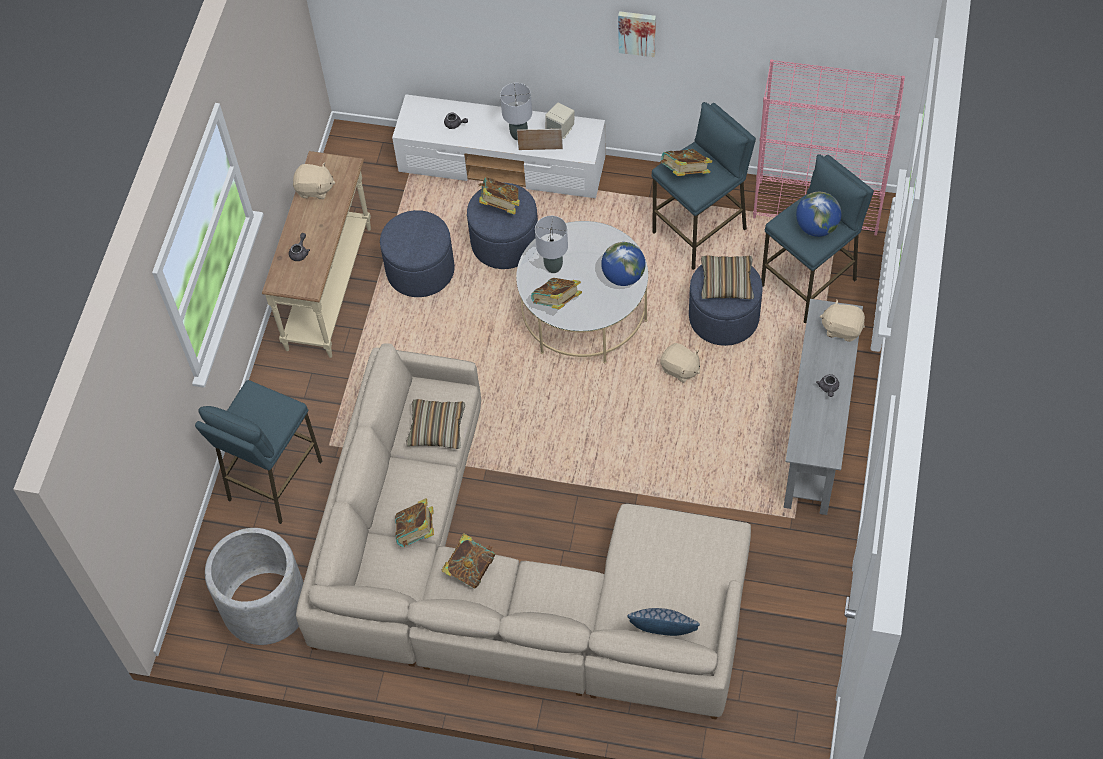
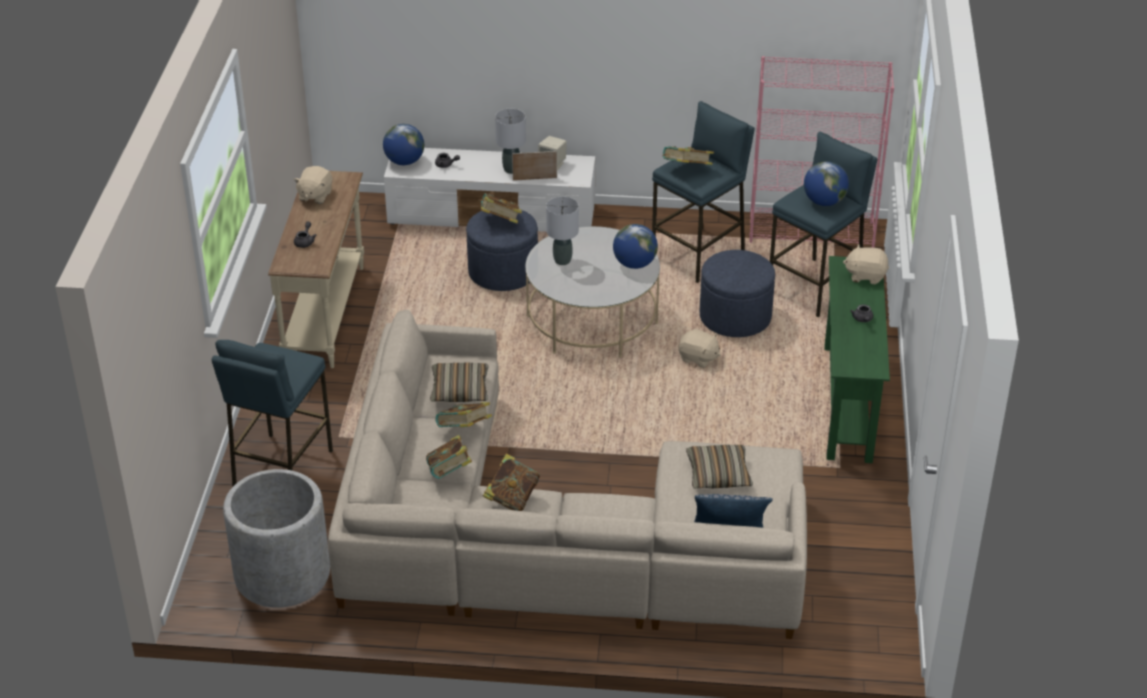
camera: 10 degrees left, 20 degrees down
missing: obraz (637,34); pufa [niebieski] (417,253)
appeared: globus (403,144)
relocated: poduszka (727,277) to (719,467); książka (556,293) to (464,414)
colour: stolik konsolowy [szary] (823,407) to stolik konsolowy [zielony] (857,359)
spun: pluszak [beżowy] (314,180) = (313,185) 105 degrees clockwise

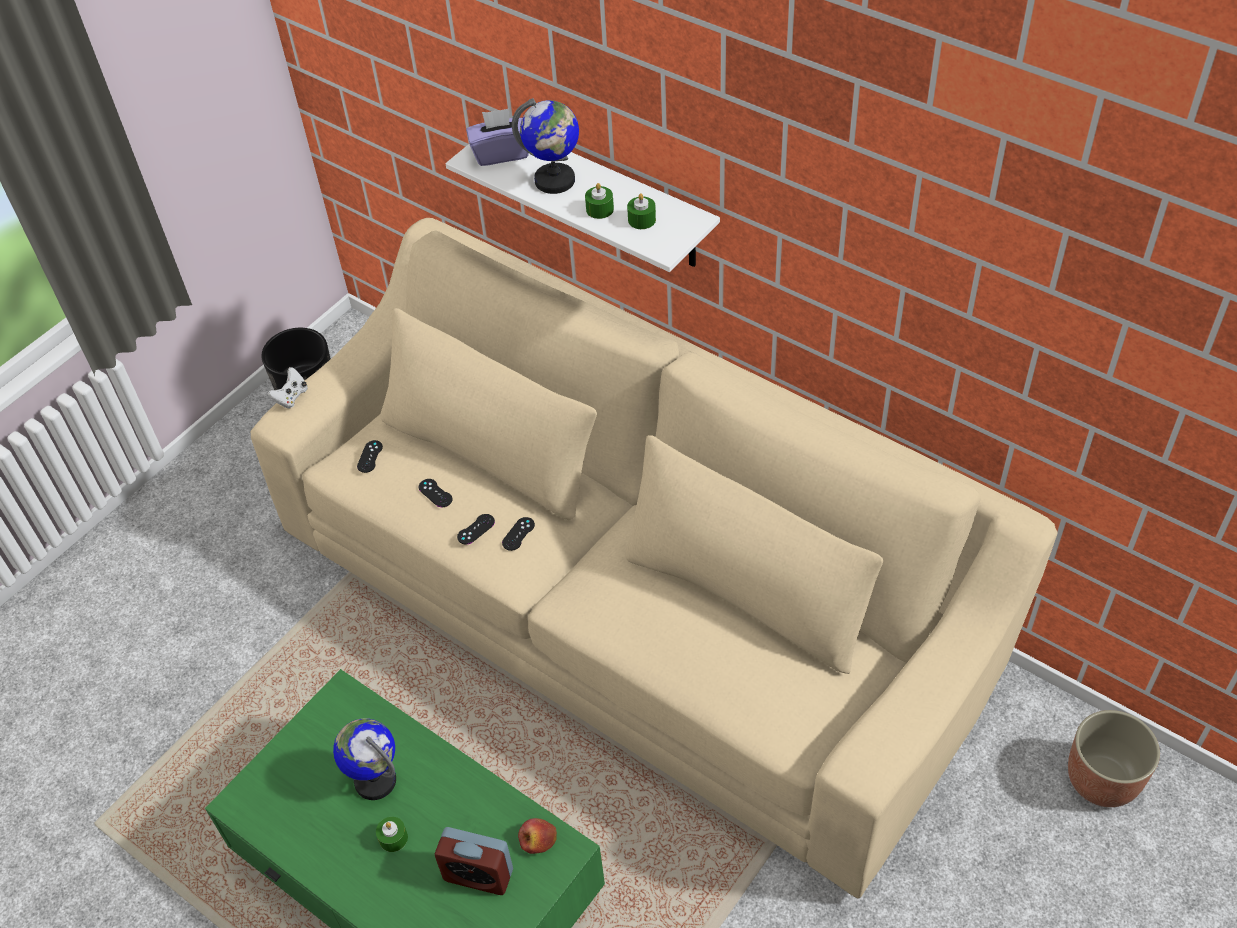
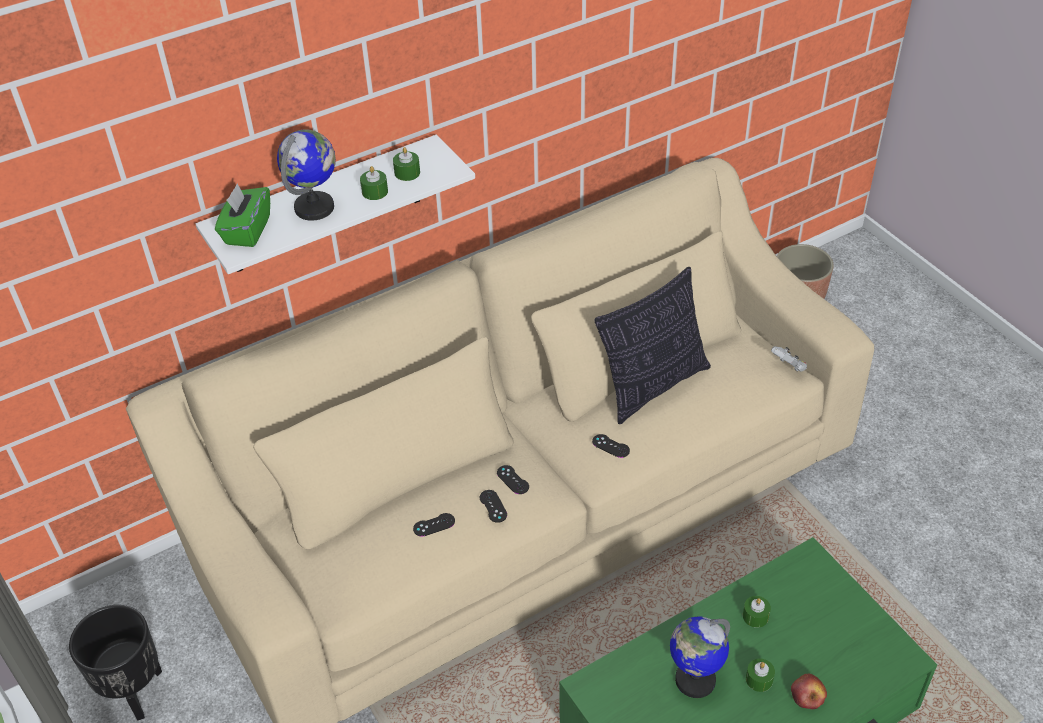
camera: 70 degrees left, 5 degrees down
missing: budzik (474,861)
appeared: poduszka (653,345); świeca [zielony] (757,612)
relocated: pad do gier [biały] (287,388) to (789,359); pad do gier [czarny] (370,456) to (611,446); jabłko (537,836) to (809,692)
colour: pudełko chusteczek [fioletowy] (497,137) to pudełko chusteczek [zielony] (242,215)

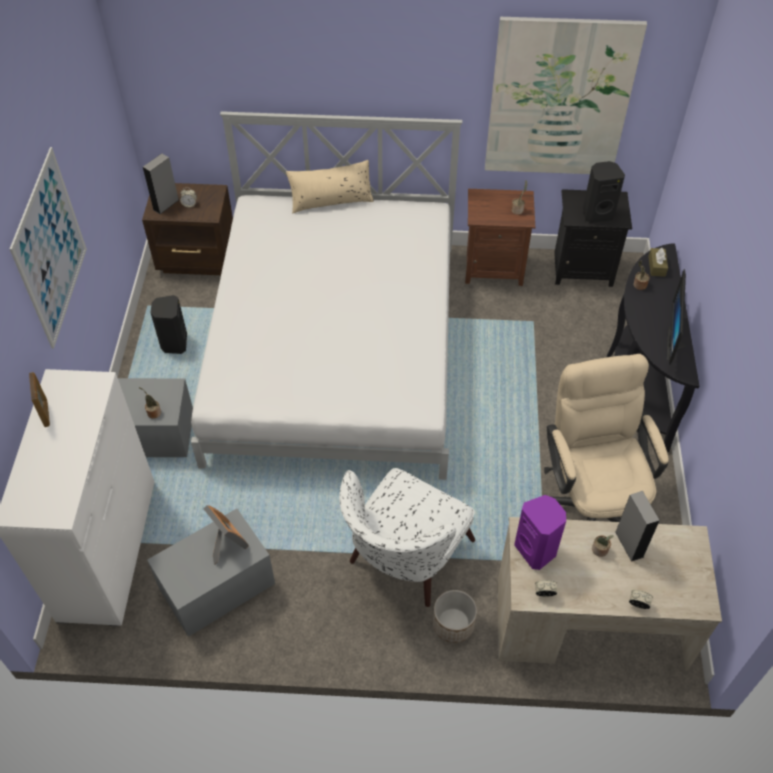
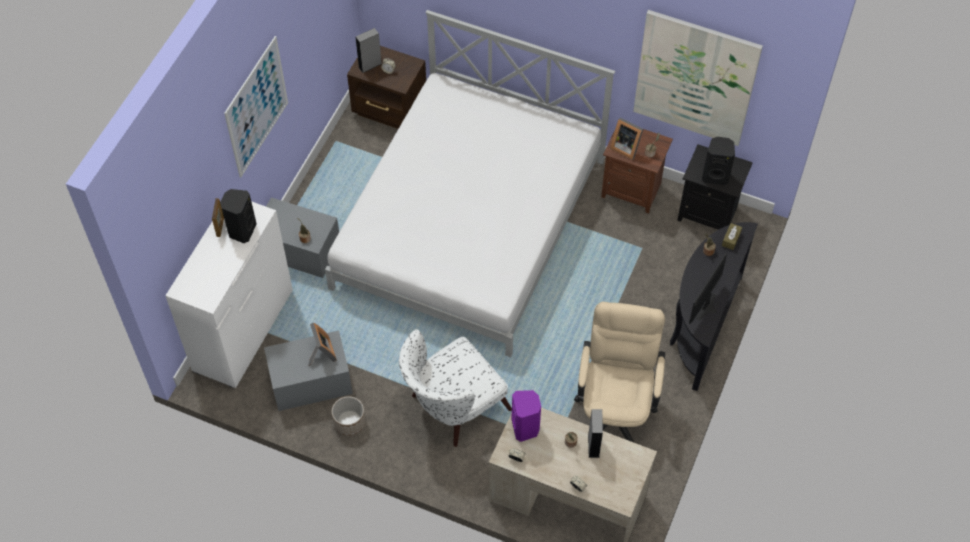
camera: 20 degrees right, 5 degrees up
missing: poduszka [beżowy] (330,186)
appeared: ramka na zdjęcie (626,138)
relocated: głośnik [czarny] (169,324) to (238,216); donica (455,616) to (348,416)

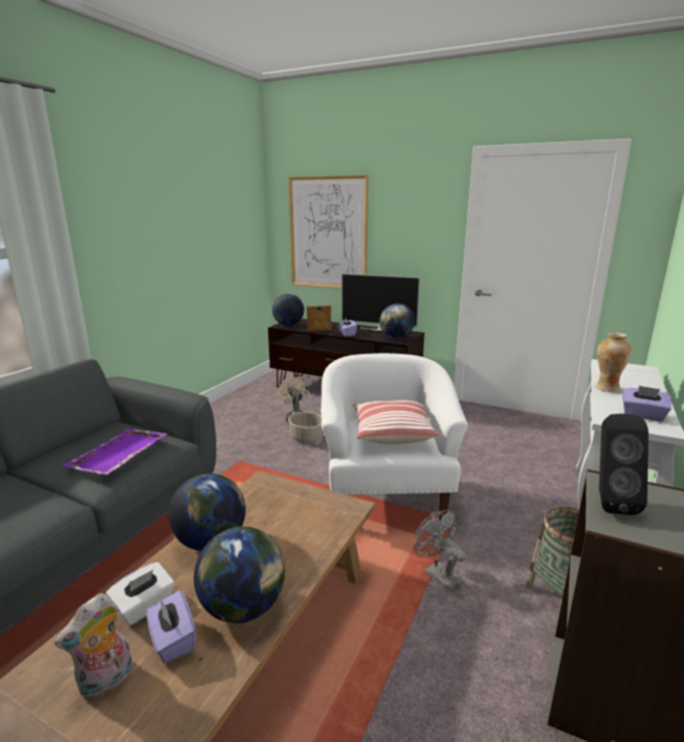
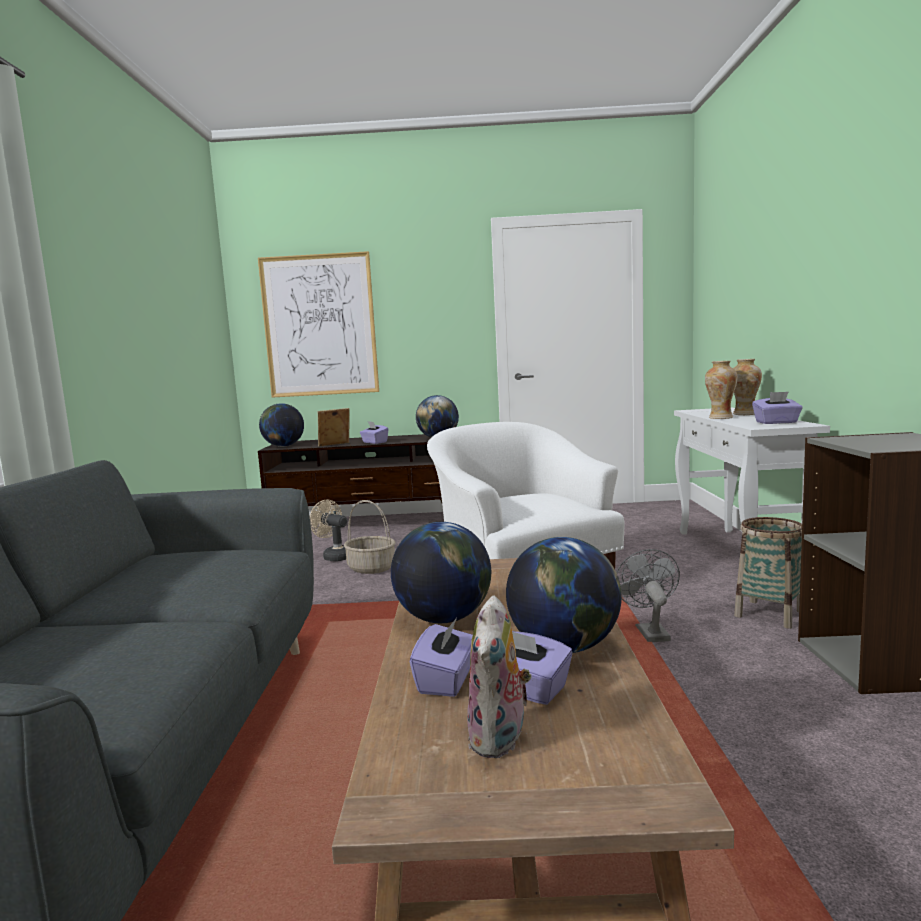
camera: 25 degrees left, 10 degrees down
missing: telewizor (380,302); poduszka (396,422); głośnik [czarny] (624,464); taca [fioletowy] (114,451)
appeared: wazon (747,387)
colour: pudełko chusteczek [biały] (140,594) to pudełko chusteczek [fioletowy] (441,657)
spun: wentylator [szary] (440,550) = (648,595) 60 degrees clockwise

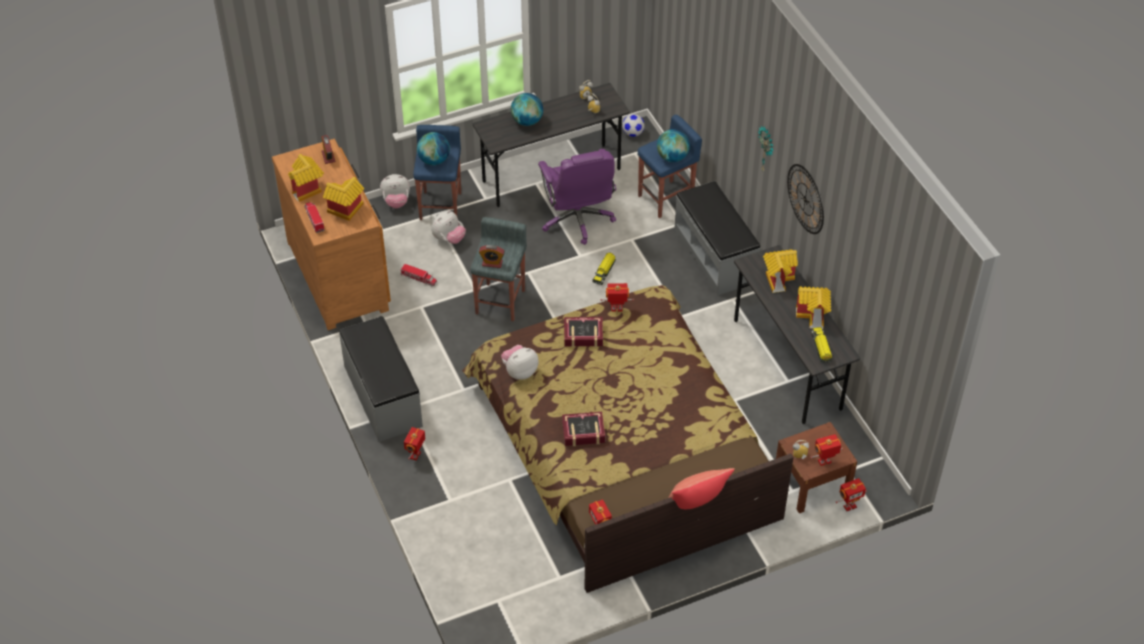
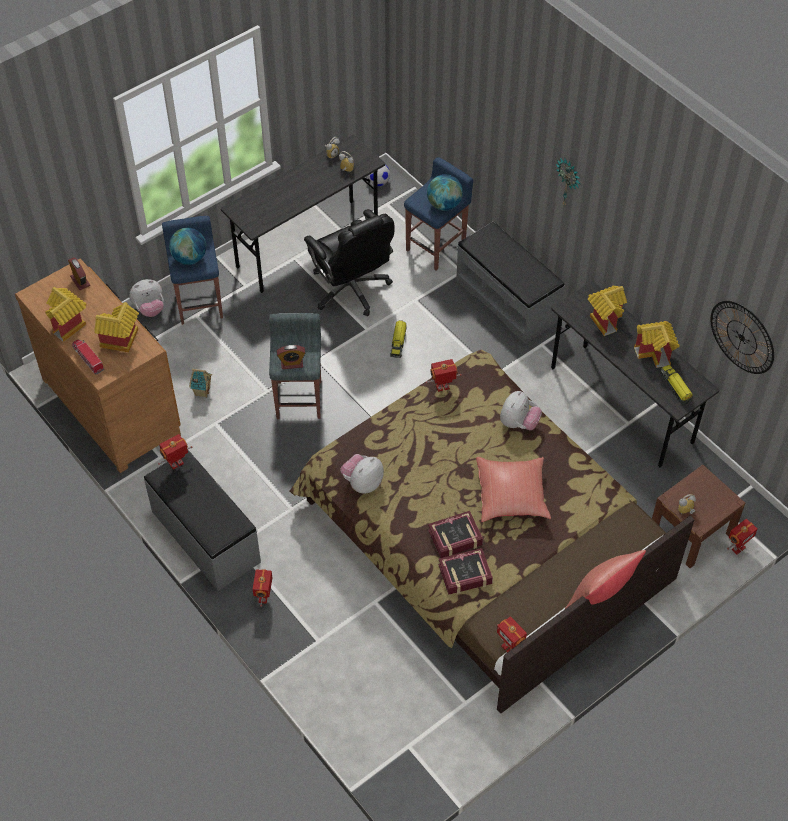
camera: 15 degrees left, 5 degrees up
missing: globus (527,109)
appeared: poduszka [czerwony] (513,489)
relocated: zegar ścienny (805,199) to (742,337); pluszak (449,227) to (521,410); książka (583,332) to (465,571); robot zabawkowy (827,450) to (175,451)
exchanged: ciężarówka zabawkowa (418,275) to domek (200,383)
colour: krzesło biurowe [fioletowy] (577,197) to krzesło biurowe [czarny] (349,262)

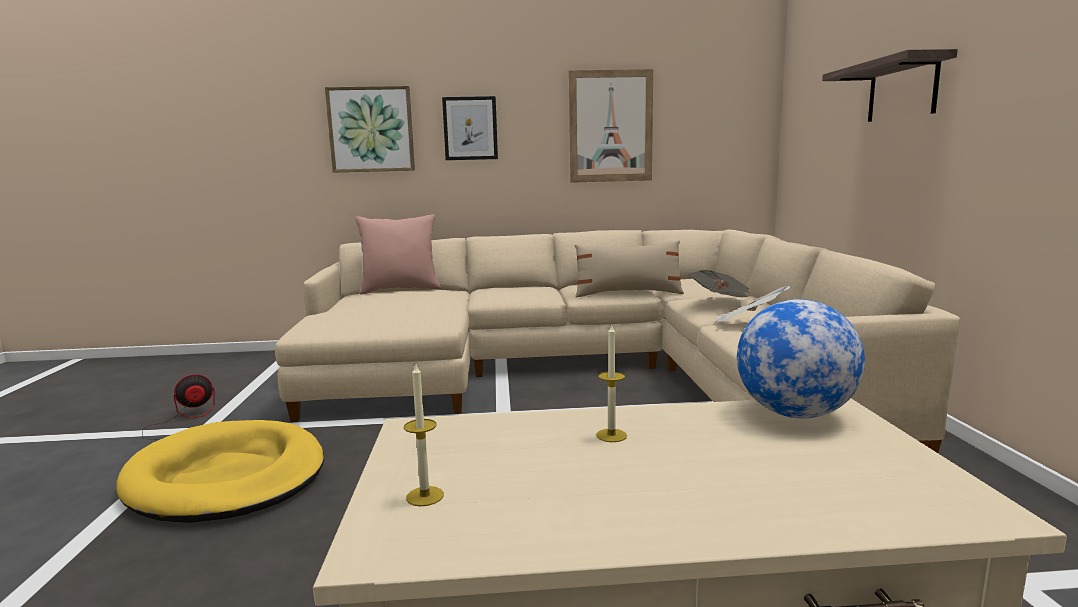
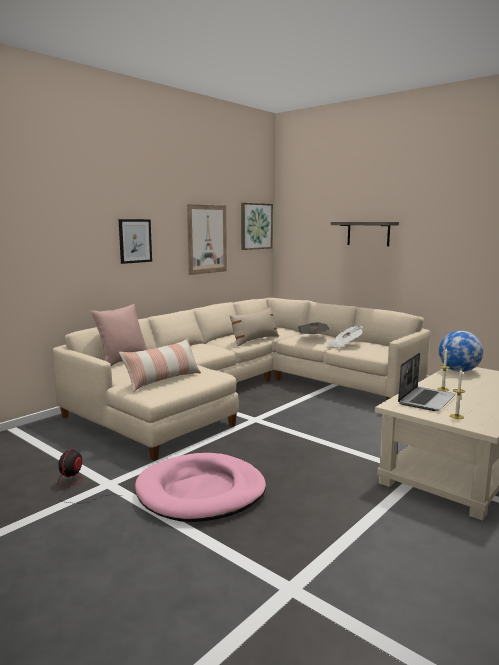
camera: 45 degrees left, 0 degrees up
appeared: poduszka (160,365); laptop (426,381)
relocated: obraz (370,129) to (257,226)
colour: legowisko [żółty] (220,471) to legowisko [różowy] (200,487)

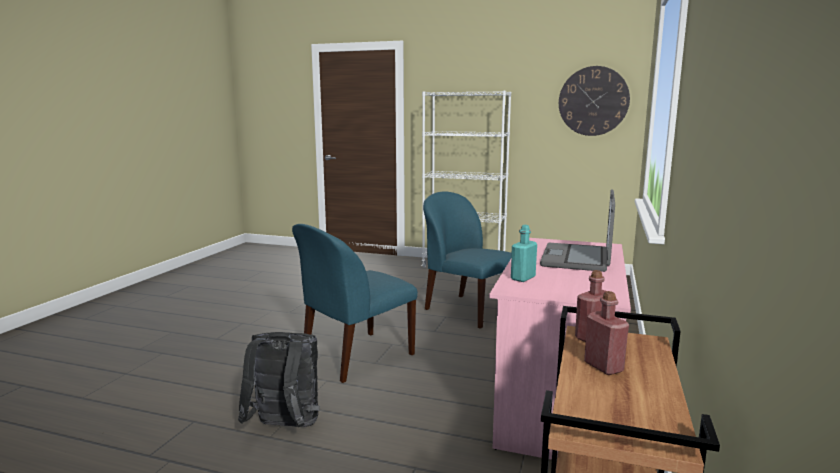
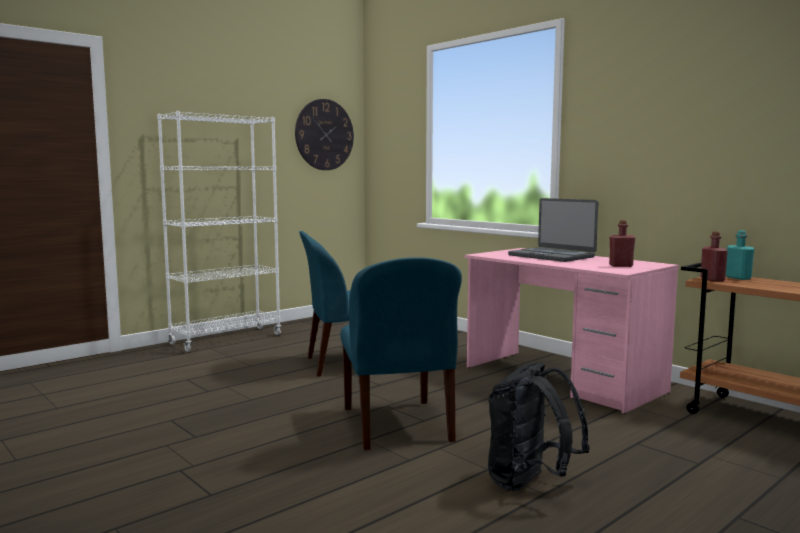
camera: 60 degrees left, 5 degrees down
relocated: butelka [turkusowy] (524,253) to (740,255); butelka [czerwony] (606,333) to (622,243)

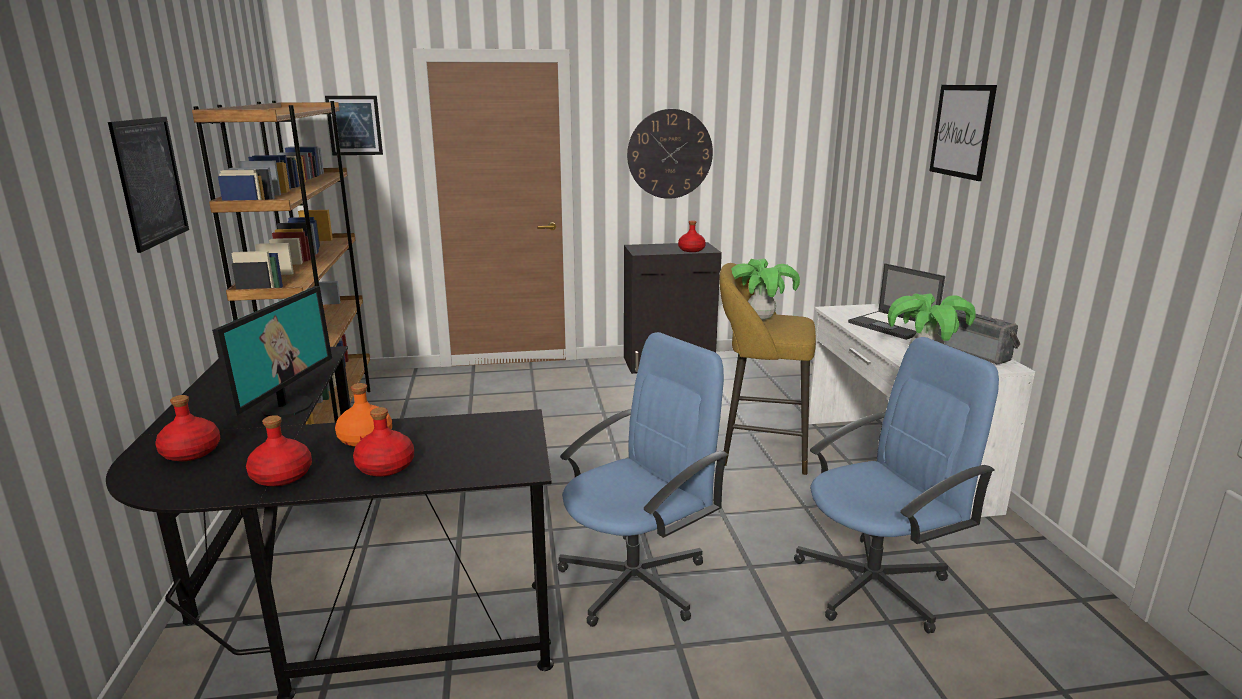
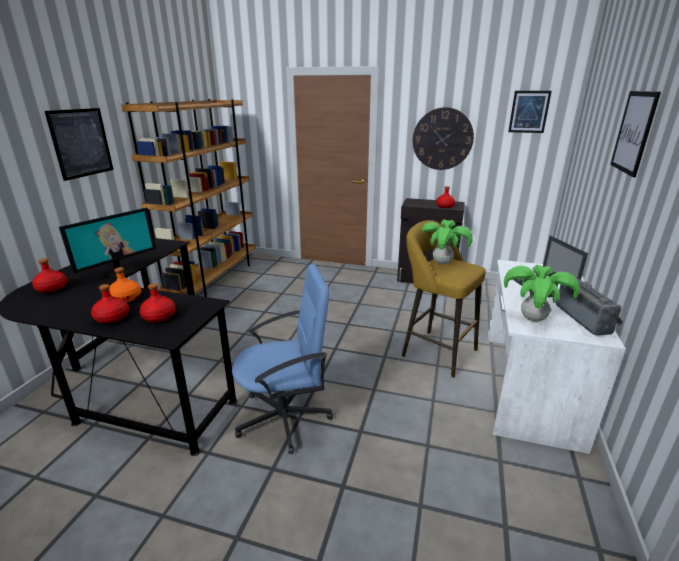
camera: 25 degrees right, 5 degrees up
missing: krzesło biurowe [niebieski] (896,485)
relocated: obraz (354,125) to (530,112); butelka [czerwony] (279,450) to (158,302)

